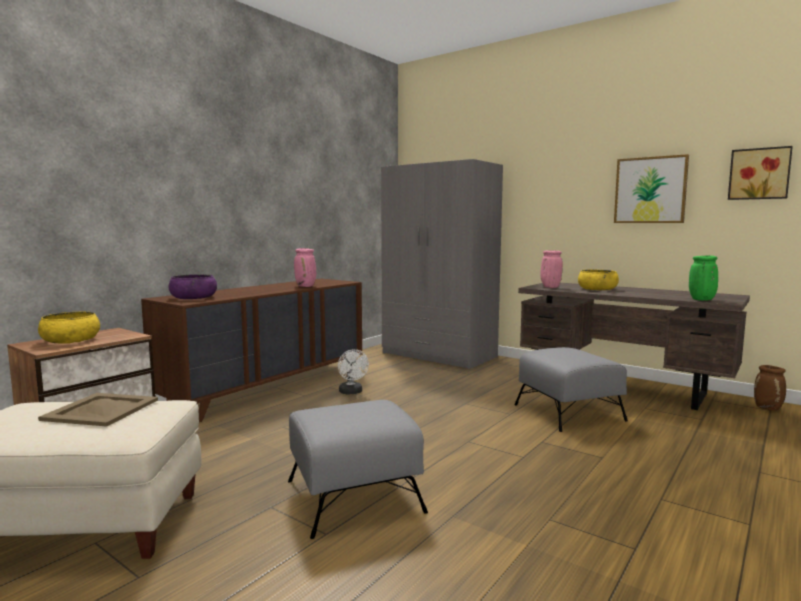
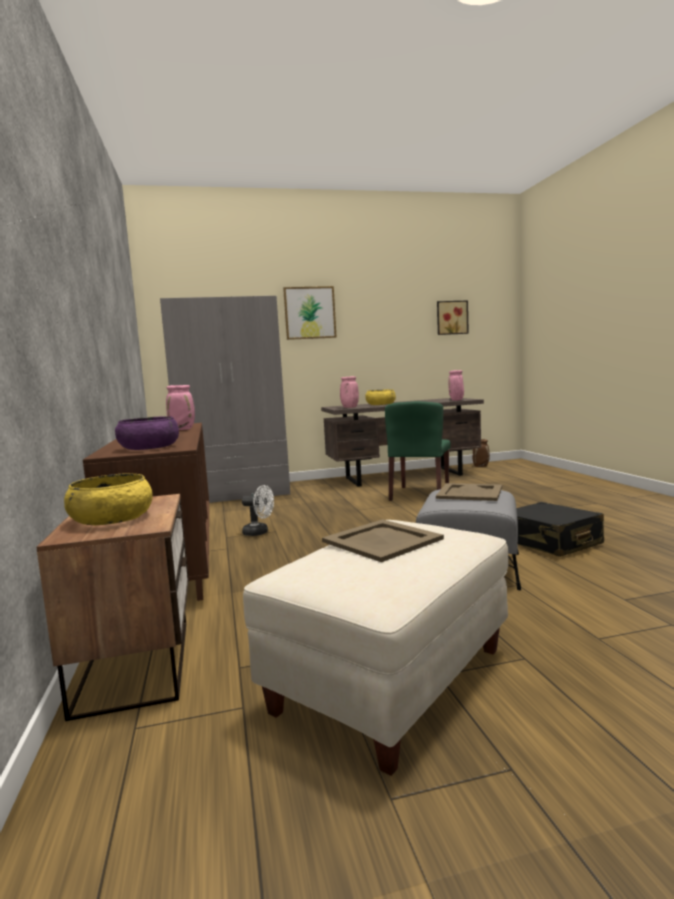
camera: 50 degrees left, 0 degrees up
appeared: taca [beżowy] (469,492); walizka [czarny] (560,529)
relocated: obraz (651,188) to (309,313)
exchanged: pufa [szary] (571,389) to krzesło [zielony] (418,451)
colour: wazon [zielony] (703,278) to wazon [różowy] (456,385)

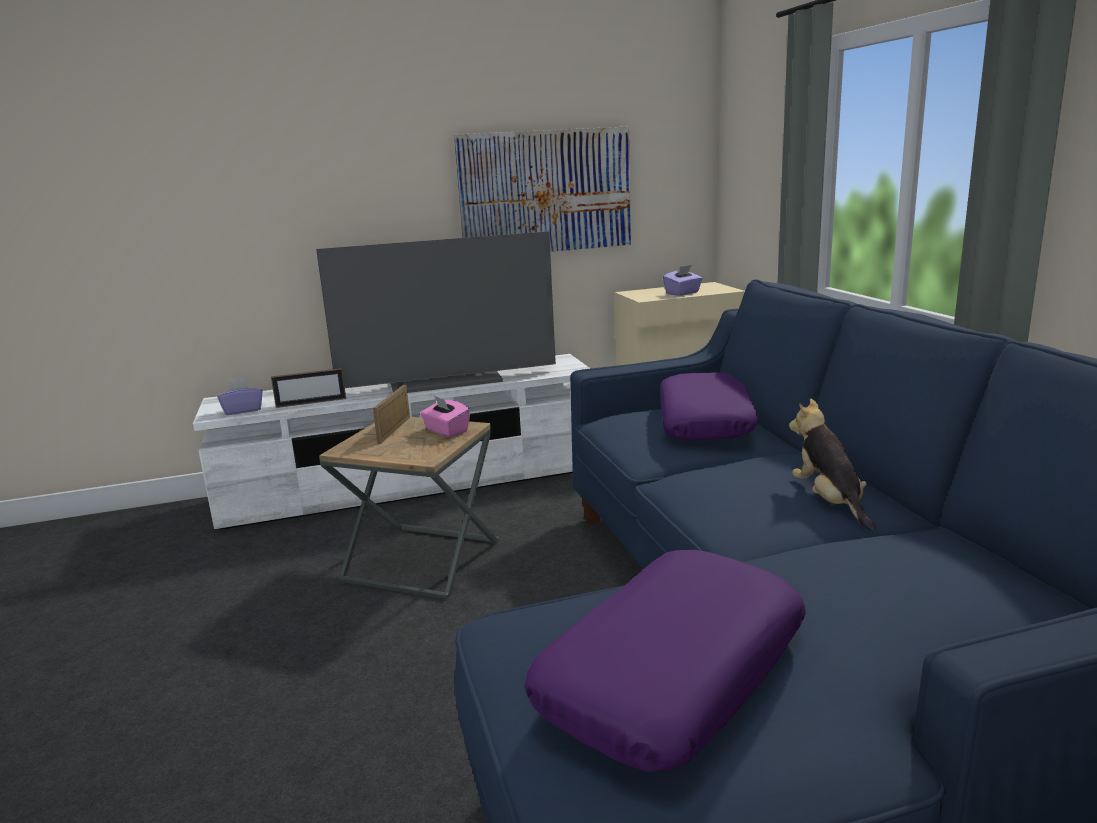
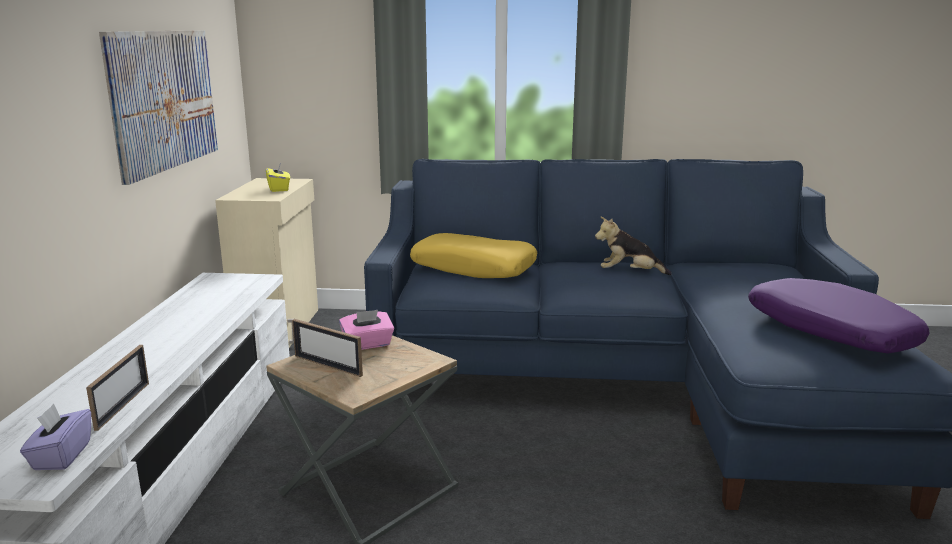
camera: 70 degrees left, 0 degrees up
missing: telewizor (436,312)
colour: pudełko chusteczek [fioletowy] (683,280) to pudełko chusteczek [żółty] (278,177); poduszka [fioletowy] (709,406) to poduszka [żółty] (473,255)

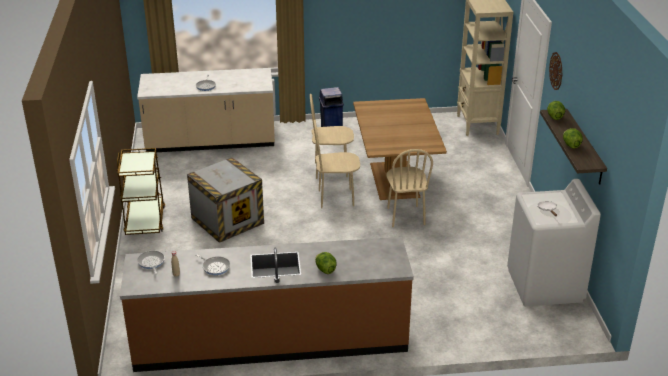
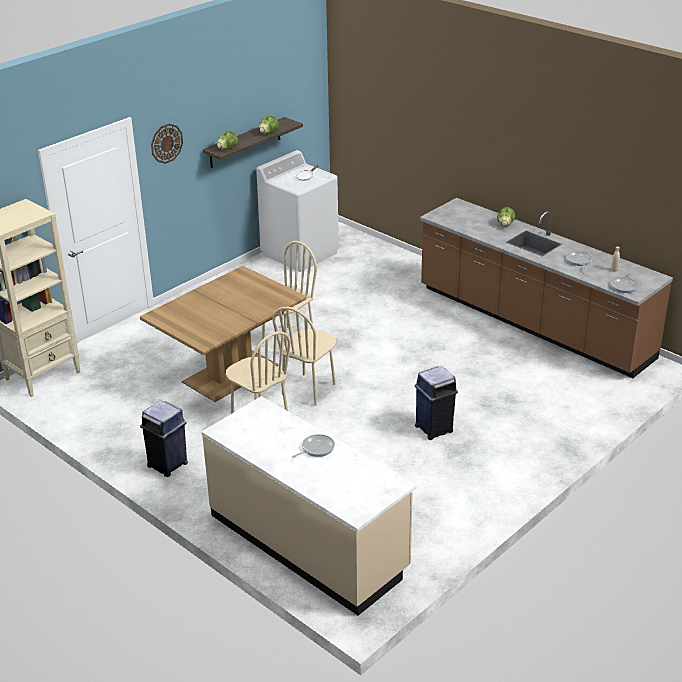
camera: 130 degrees left, 0 degrees up
missing: wózek [brązowy] (141,191)
exchanged: skrzynka (225,200) to kosz na śmieci [niebieski] (436,403)
spun: krzesło [beżowy] (337,164) = (304,356) 75 degrees clockwise

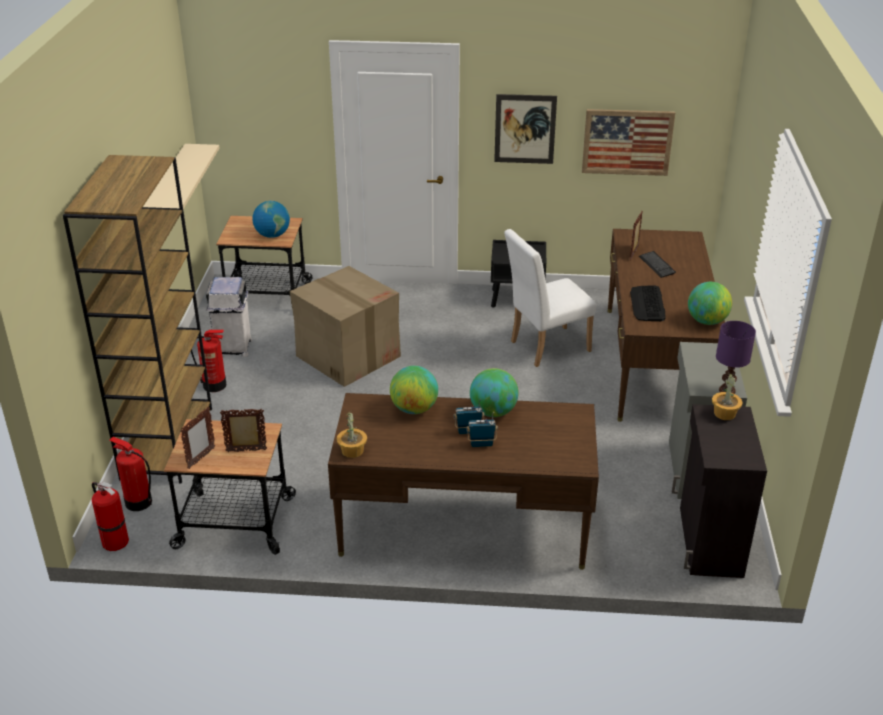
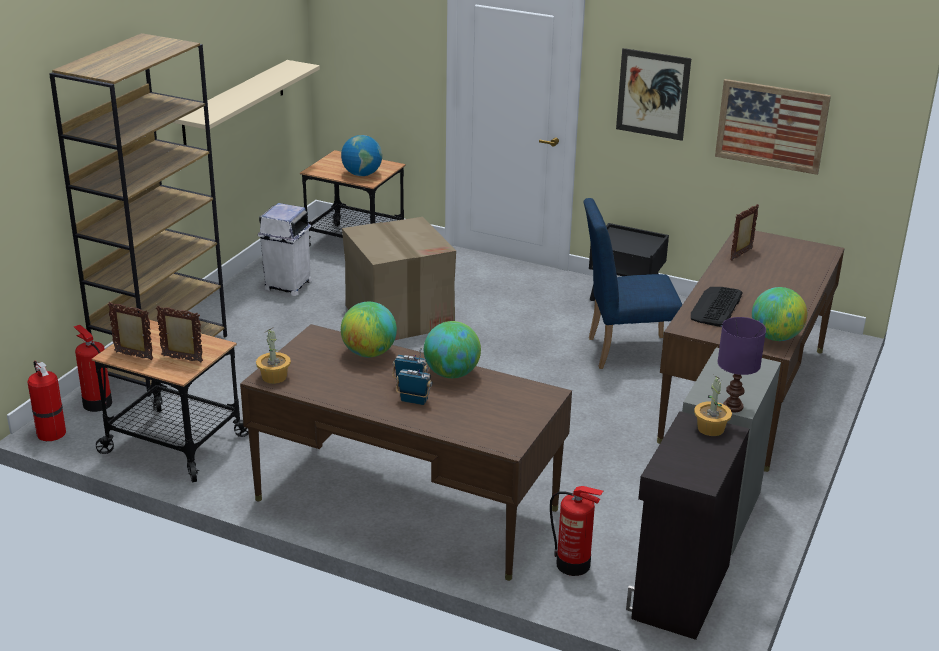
camera: 20 degrees right, 5 degrees down
missing: klawiatura (657,264)
relocated: gaśnica (208,361) to (576,531)
colour: krzesło [biały] (550,298) to krzesło [niebieski] (632,283)
spun: ramka na zdjęcie (197,438) = (130,331) 120 degrees counterclockwise

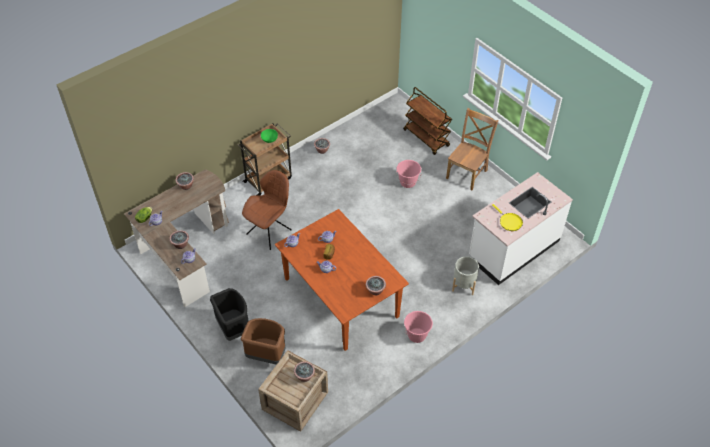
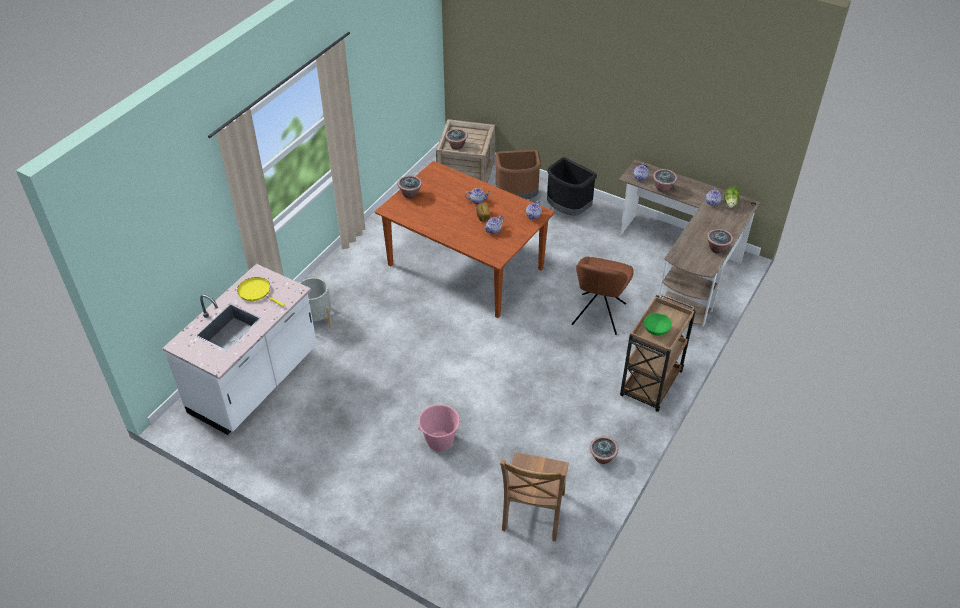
camera: 160 degrees right, 5 degrees down
missing: wózek [brązowy] (427,121); wiadro [różowy] (418,327)
relocated: krzesło [brązowy] (472,149) to (534,497)

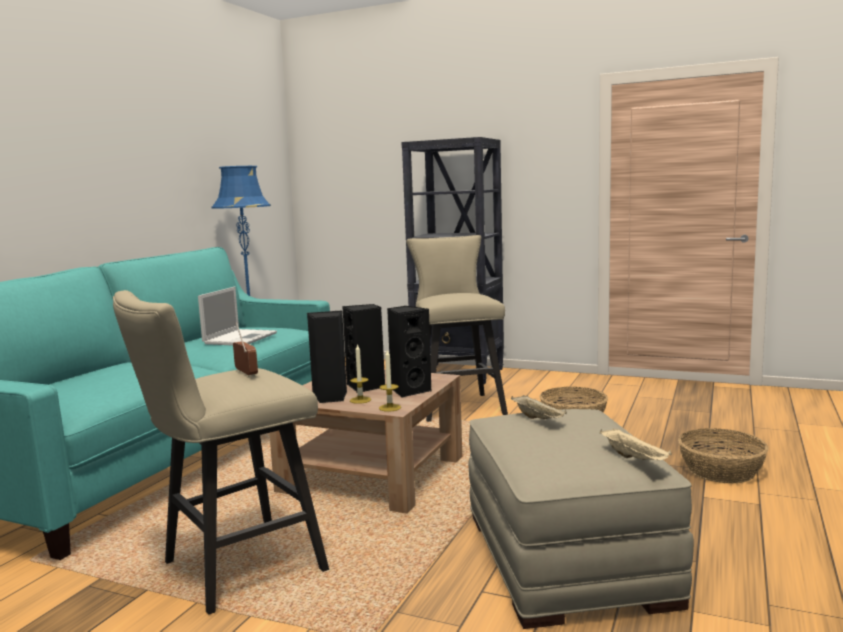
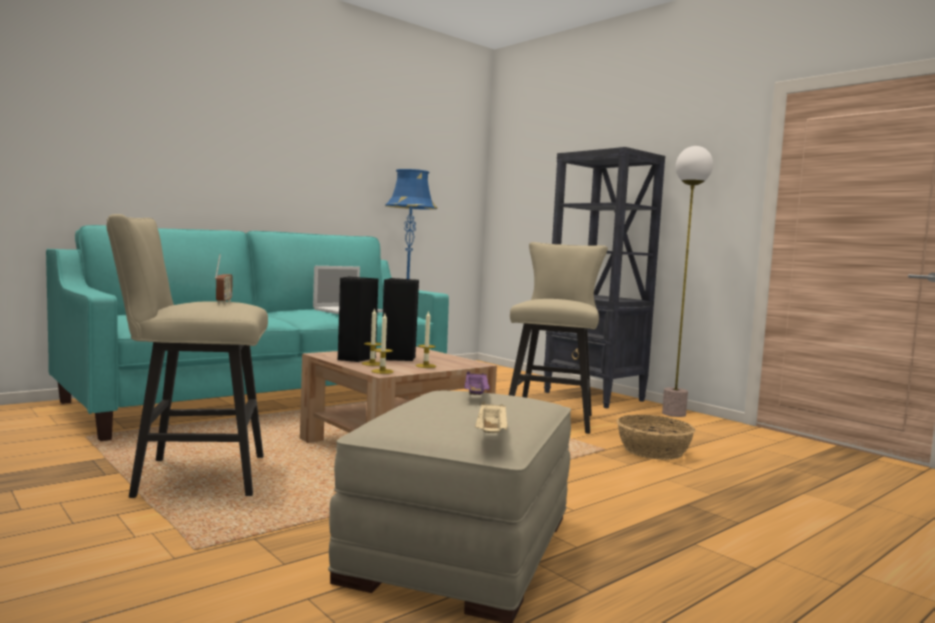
camera: 25 degrees right, 5 degrees down
missing: koszyk (723,455)
appeared: lampa stojąca (687,281)
exchanged: głośnik [czarny] (409,351) to świeca (426,339)
colour: taca [beżowy] (539,407) to taca [fioletowy] (477,383)

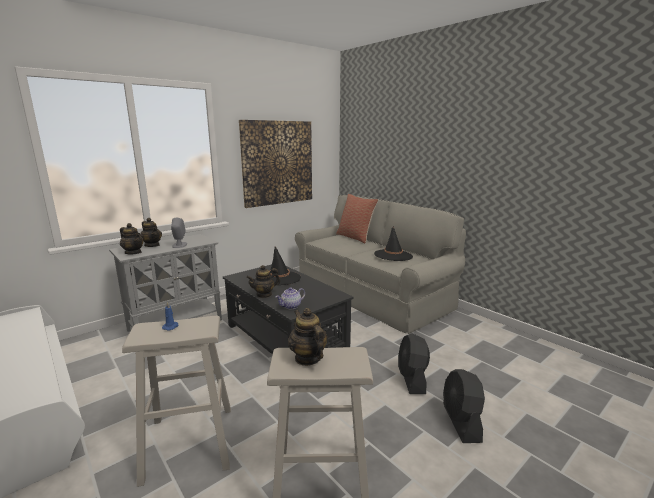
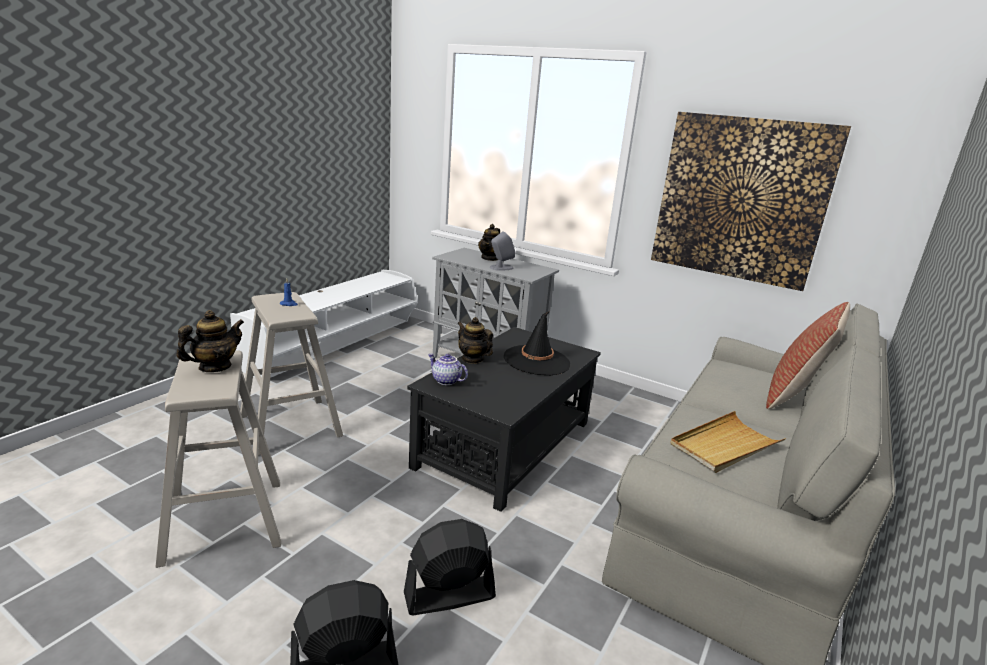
camera: 70 degrees right, 5 degrees up
missing: imbryk (132,238)
exchanged: kapelusz [czarny] (393,243) to taca [beżowy] (728,442)

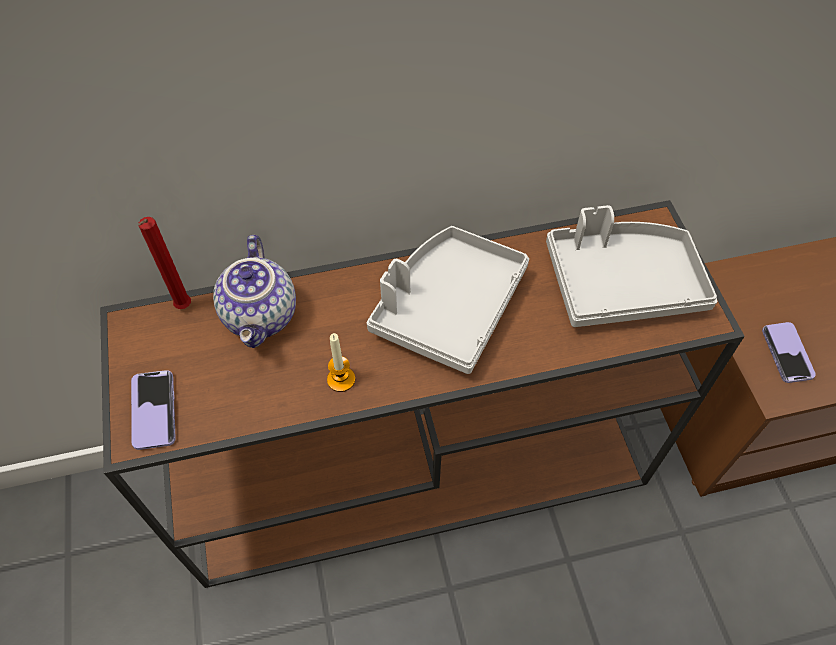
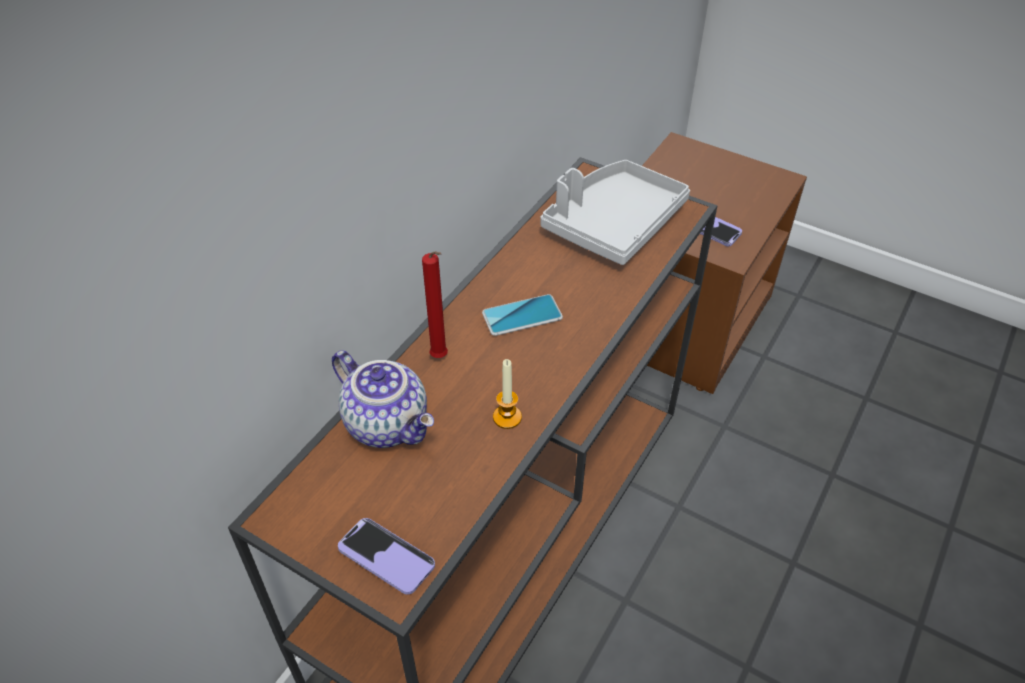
camera: 45 degrees left, 10 degrees down
relocated: świeca [czerwony] (164,263) to (435,304)
exchanged: taca [szary] (448,300) to telefon (522,315)

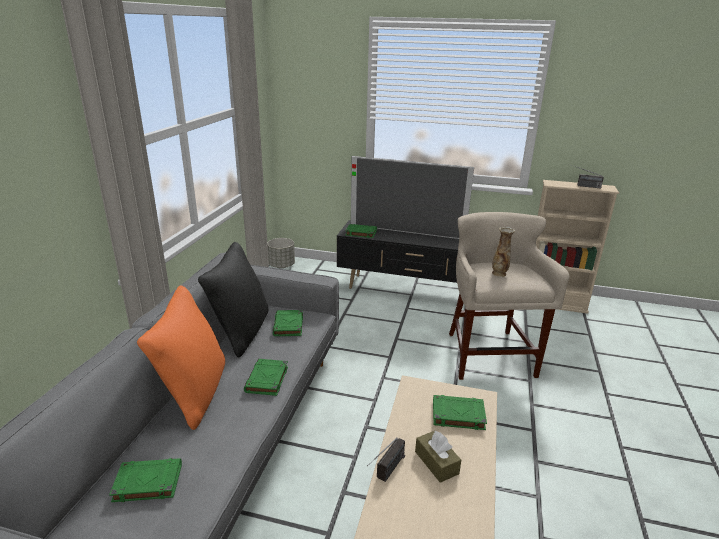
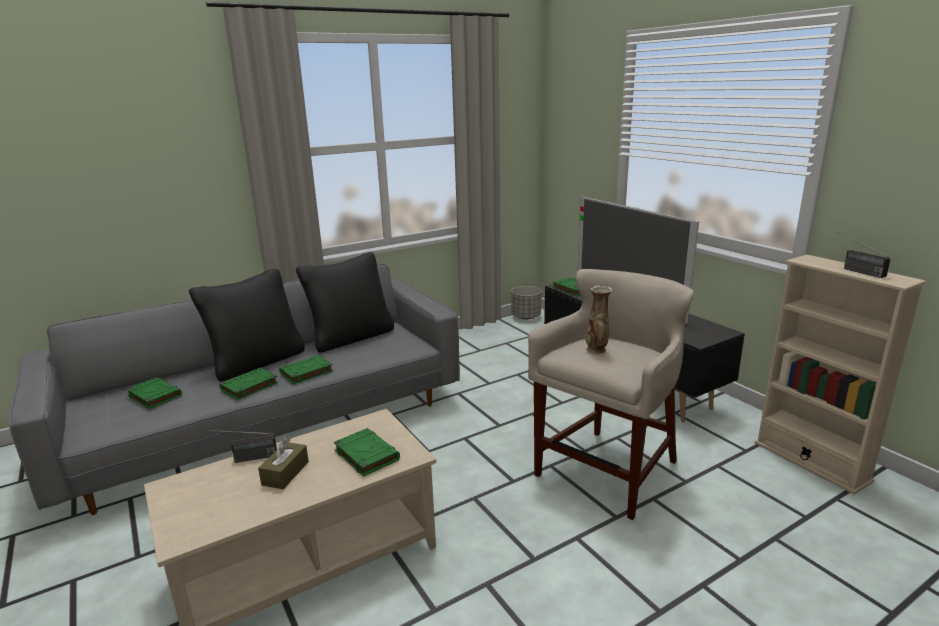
camera: 45 degrees right, 5 degrees down
relocated: książka [zielony] (288,323) to (248,384)
colour: poduszka [pomarańczowy] (181,357) to poduszka [czarny] (247,325)

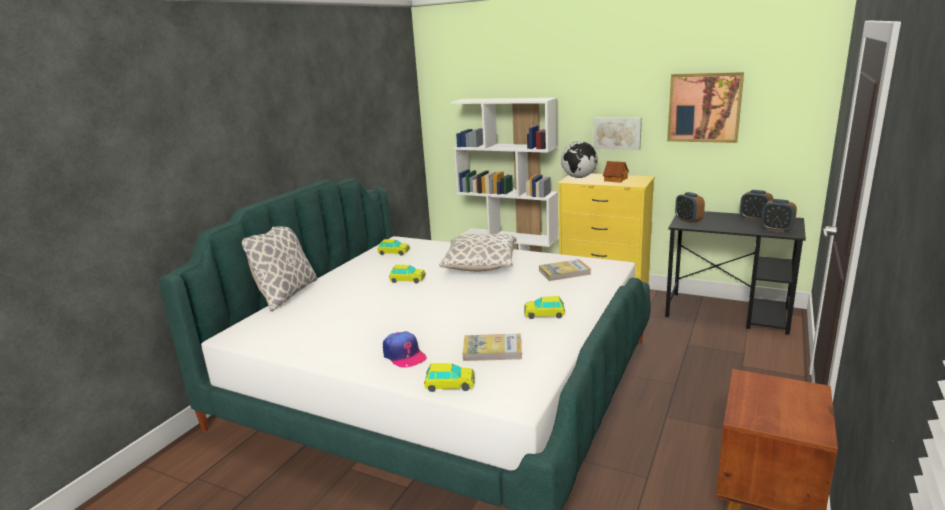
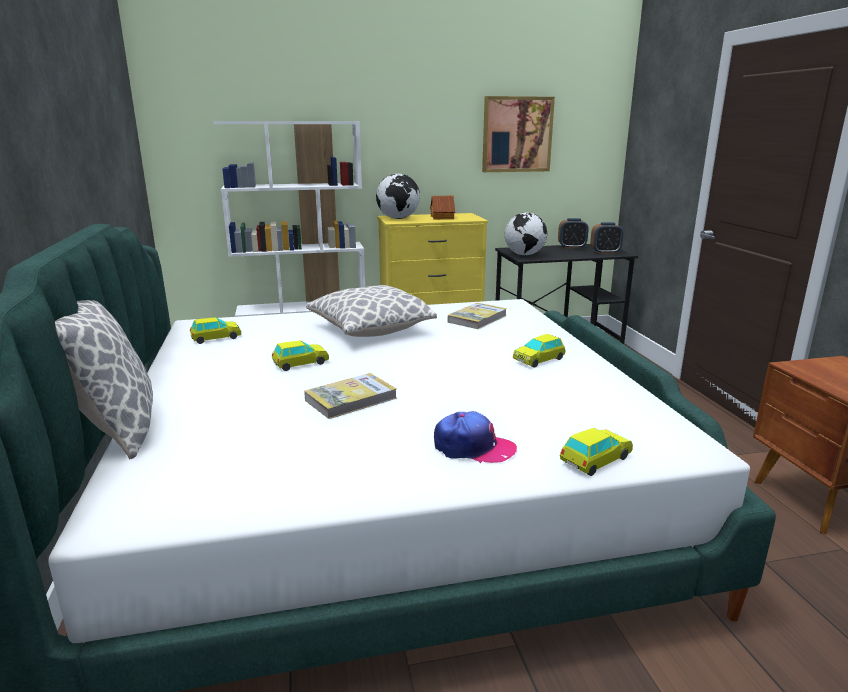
camera: 40 degrees left, 0 degrees up
missing: obraz (617,133)
relocated: książka (492,347) to (350,396)
exchanged: budzik (690,208) to globus (526,234)

